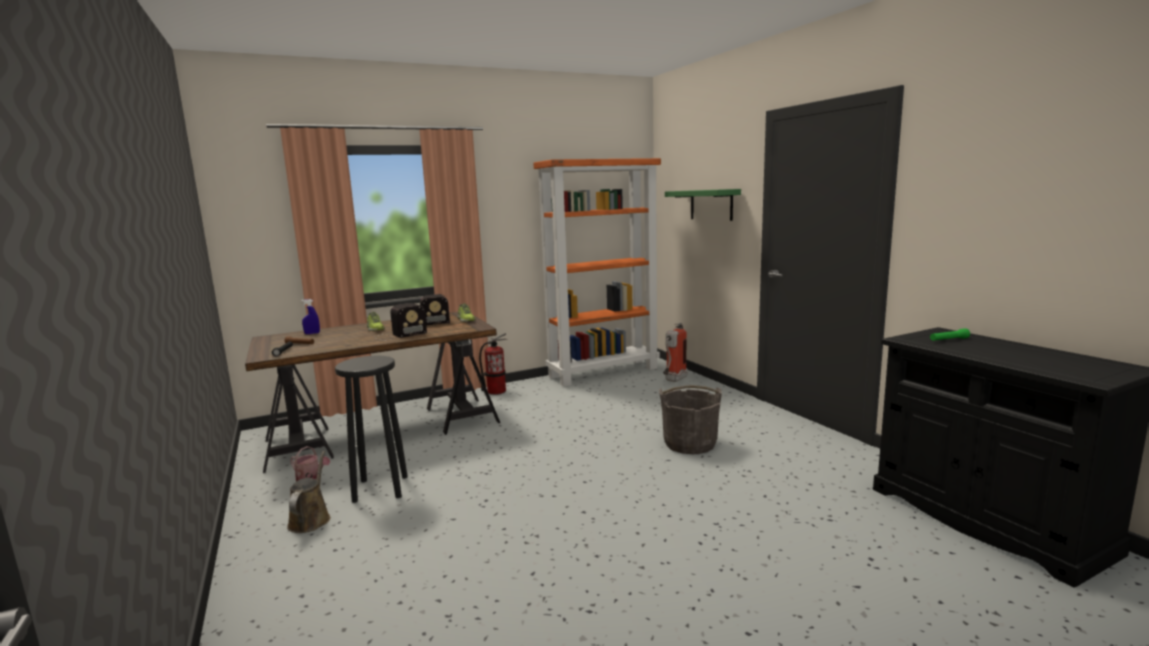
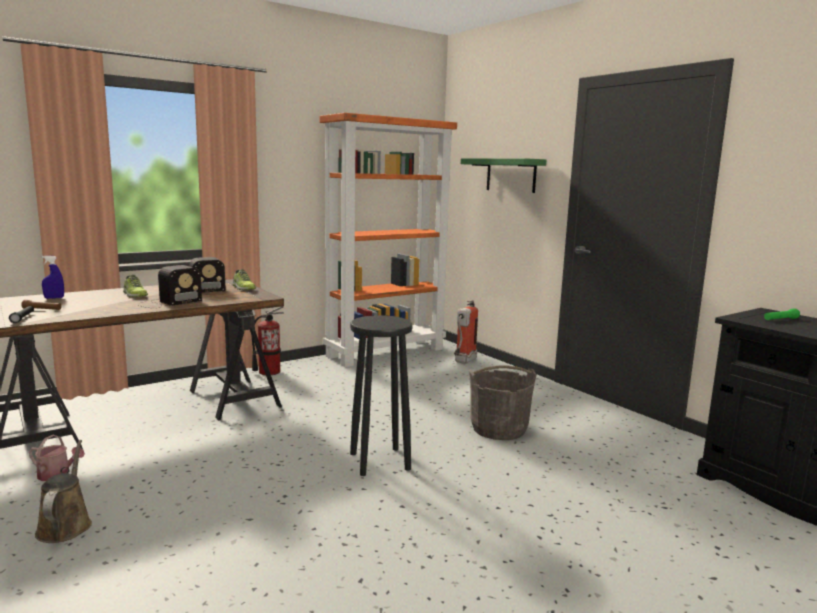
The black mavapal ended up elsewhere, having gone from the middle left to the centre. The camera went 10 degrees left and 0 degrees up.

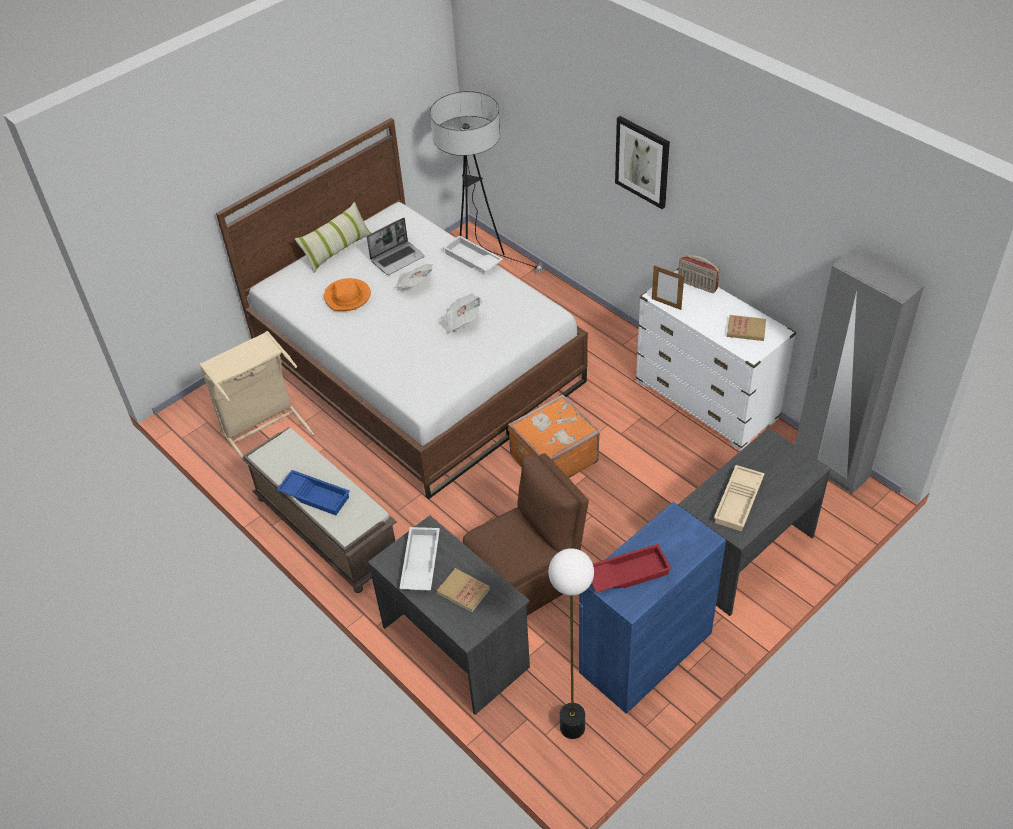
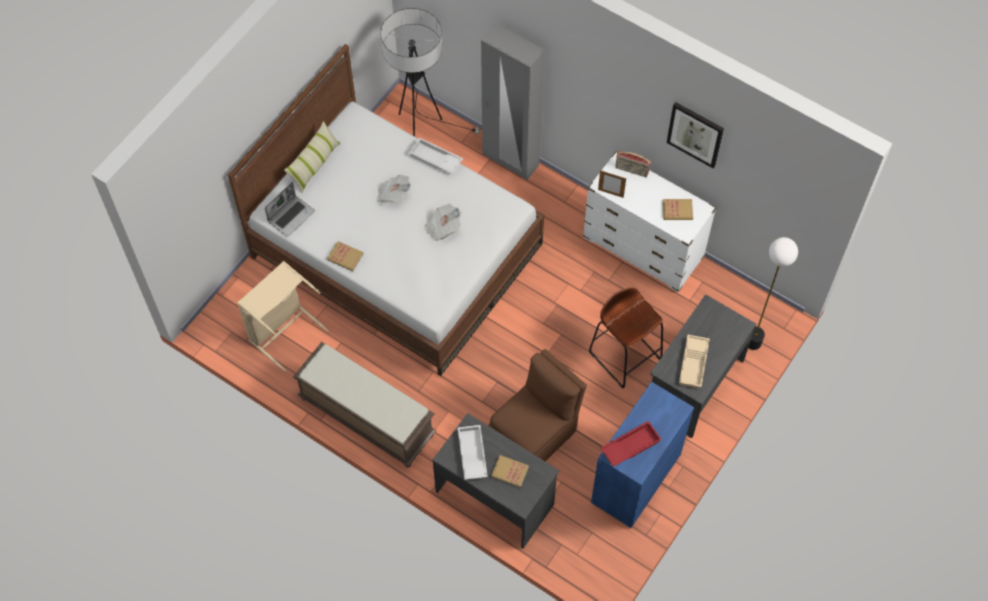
The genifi ended up elsewhere, having gone from the top centre to the middle left. The second view gained the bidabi (1st from left) at the centre. The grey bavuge ended up elsewhere, having gone from the middle right to the top centre. The second view gained the brown mavapal at the centre. The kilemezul ended up elsewhere, having gone from the top centre to the top right. The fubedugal (2nd from left) ended up elsewhere, having gone from the bottom centre to the middle right. The second view lost the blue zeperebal at the middle left. The second view lost the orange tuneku at the centre. The second view lost the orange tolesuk at the centre. The camera went 15 degrees left and 15 degrees up.

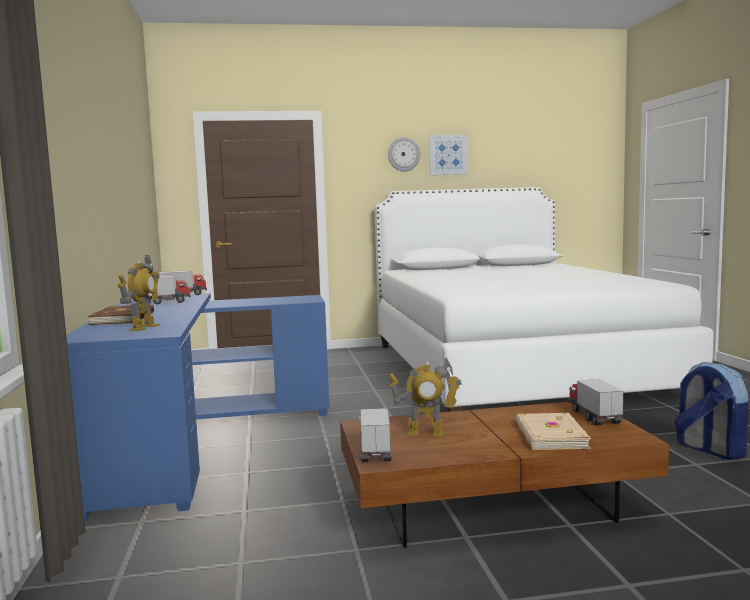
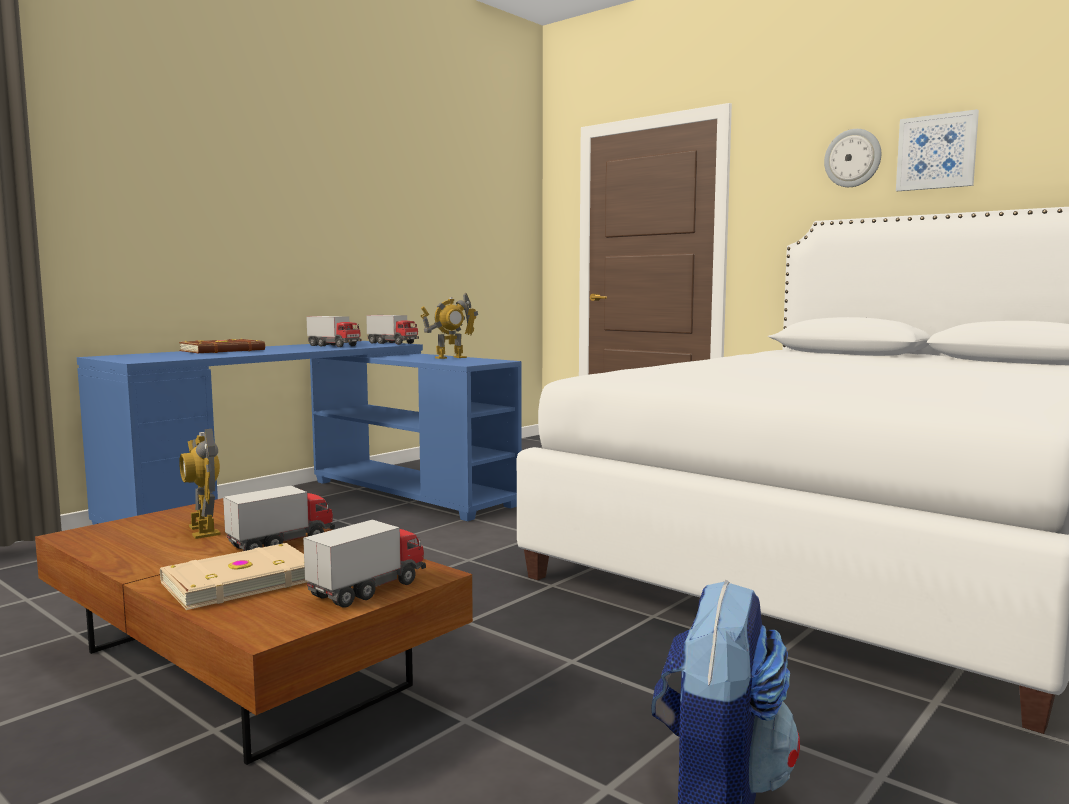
The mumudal (3rd from left in the first image) ended up elsewhere, having gone from the bottom centre to the middle left. The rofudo (1st from left in the first image) ended up elsewhere, having gone from the middle left to the centre. The camera went 50 degrees right and 0 degrees up.

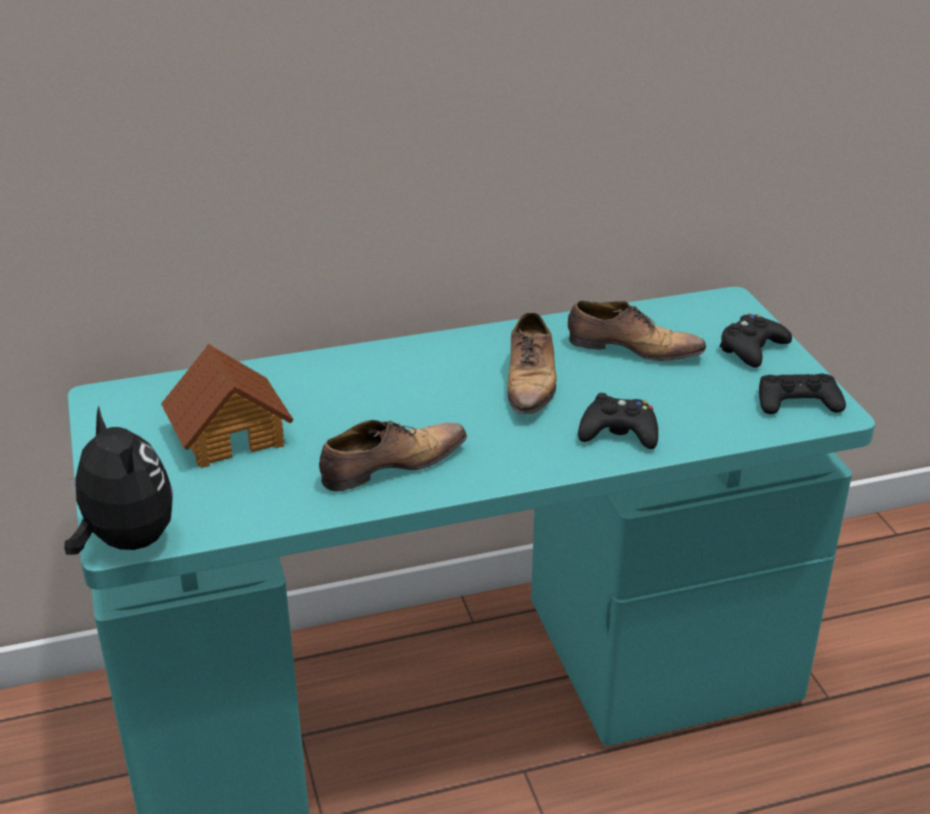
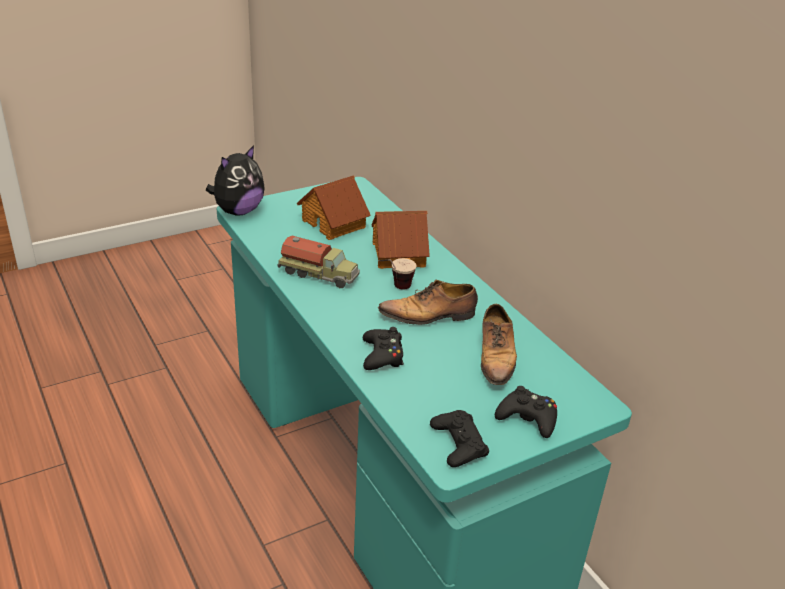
Where the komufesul (1st from left) stood at the centre, the mumudal came to stand at the centre. The second view gained the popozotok (2nd from left) at the centre. The second view gained the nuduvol at the centre. The camera went 75 degrees right and 0 degrees up.

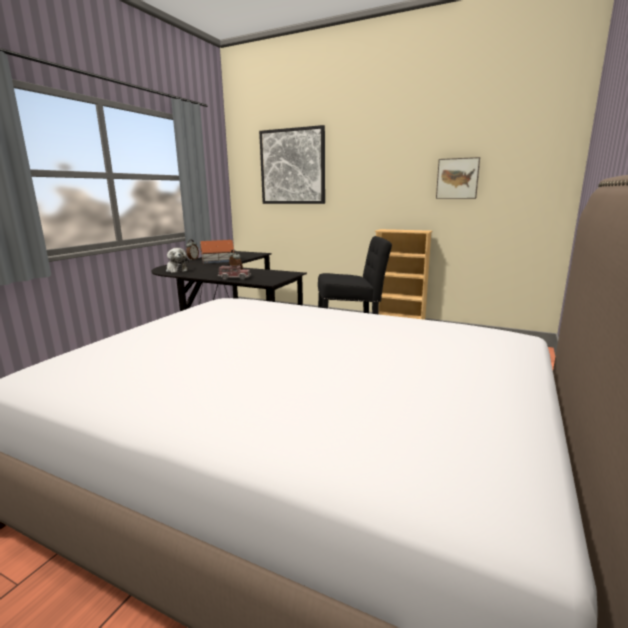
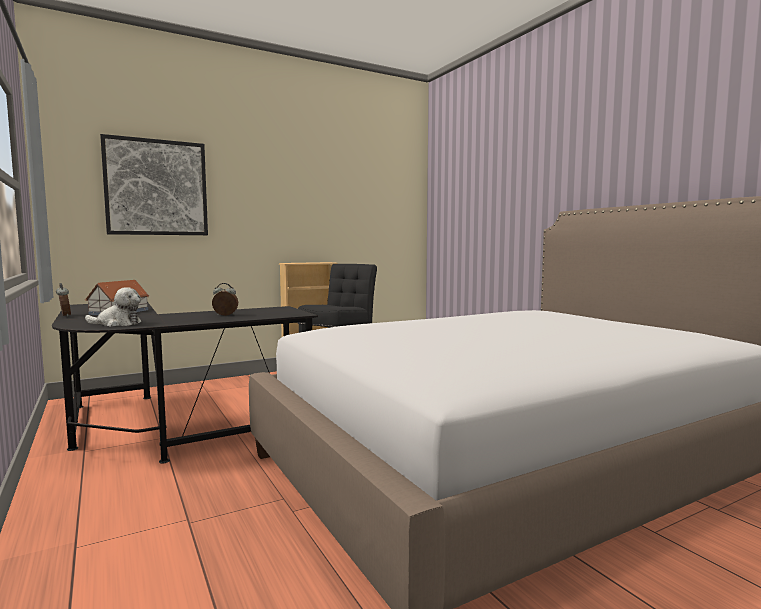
The second view lost the mumudal at the centre. The second view lost the kilemezul (2nd from left) at the top right. The camera went 55 degrees left and 10 degrees down.

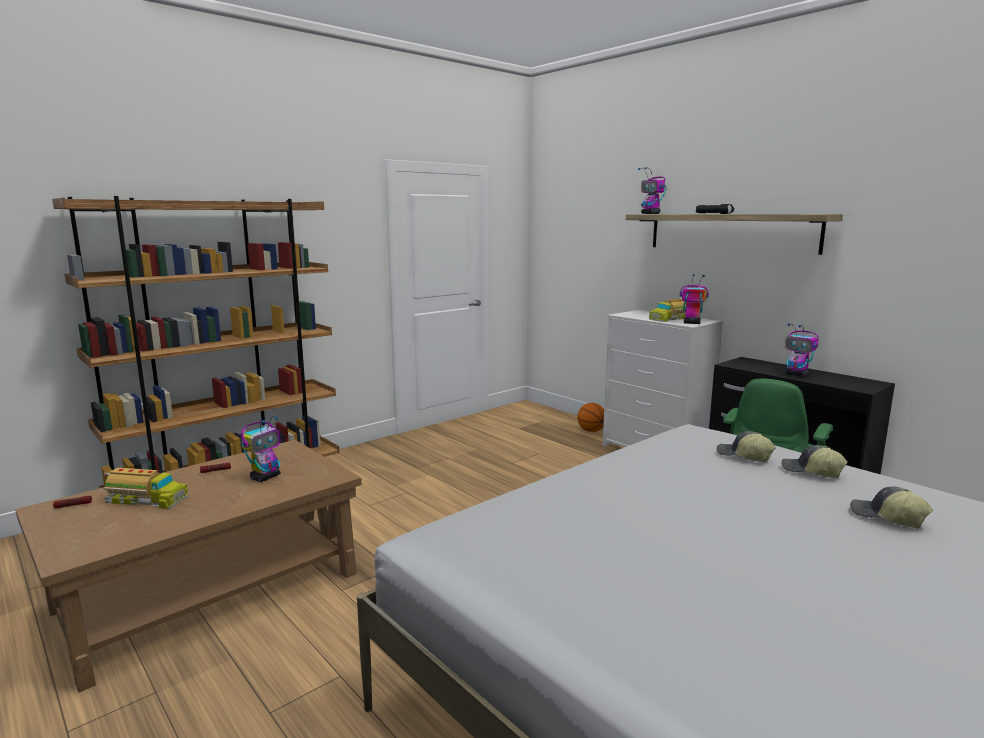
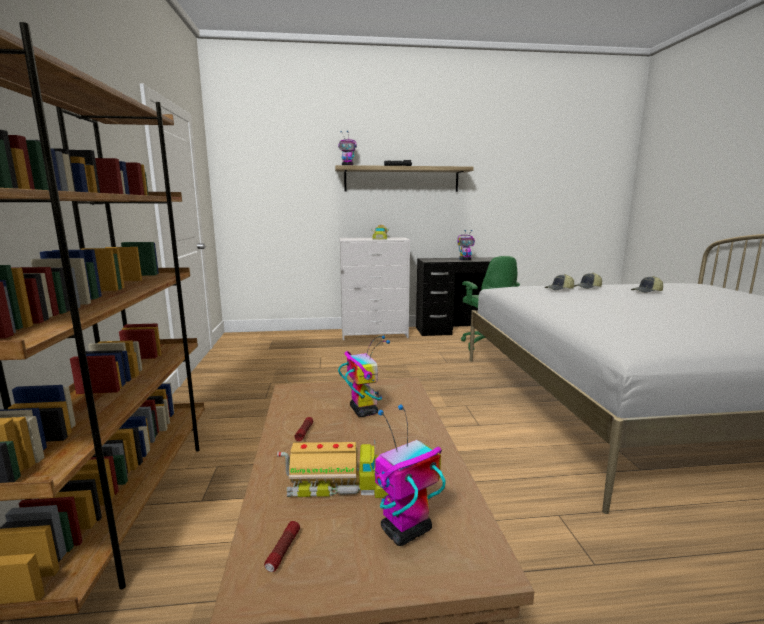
The mumudal (1st from left) at the middle left ended up facing another way, 45 degrees clockwise from before. The rofudo (3rd from left) ended up elsewhere, having gone from the middle right to the bottom centre. The second view lost the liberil at the centre. The camera went 55 degrees left and 0 degrees up.

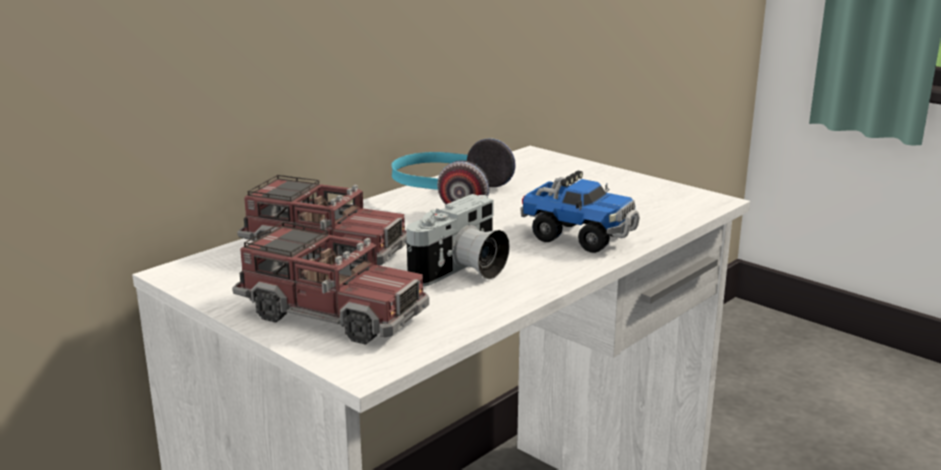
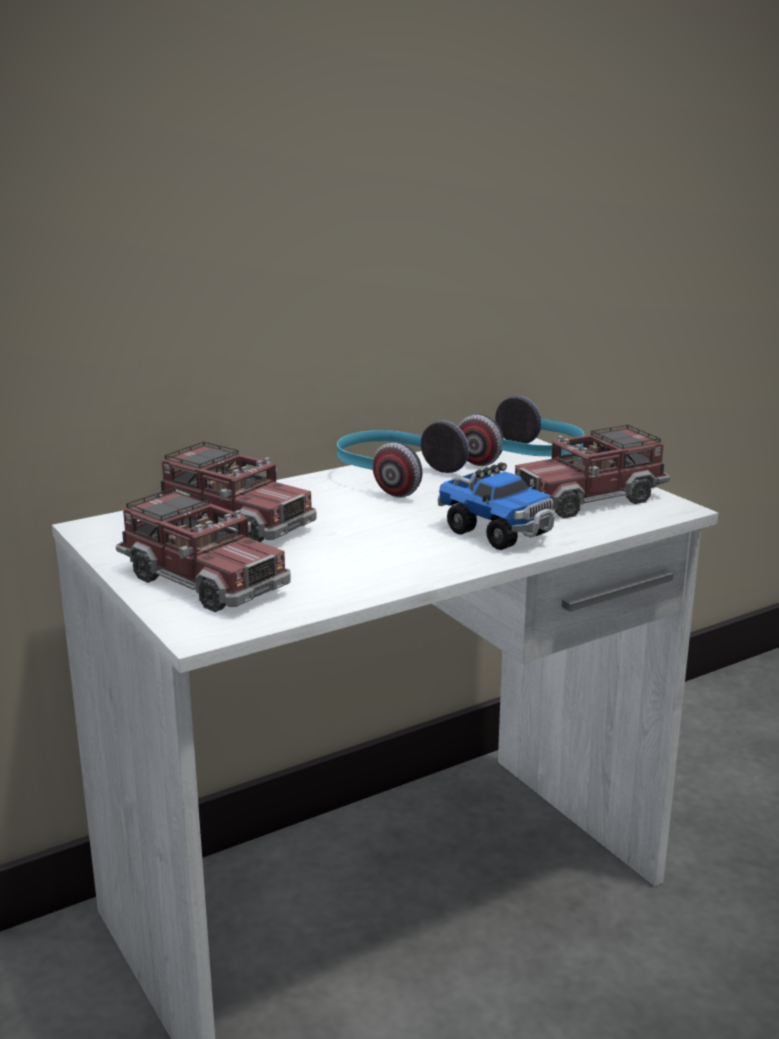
The second view gained the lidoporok (2nd from left) at the middle right. The second view gained the mumudal (4th from left) at the middle right. The second view lost the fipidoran at the centre. The camera went 15 degrees right and 0 degrees up.

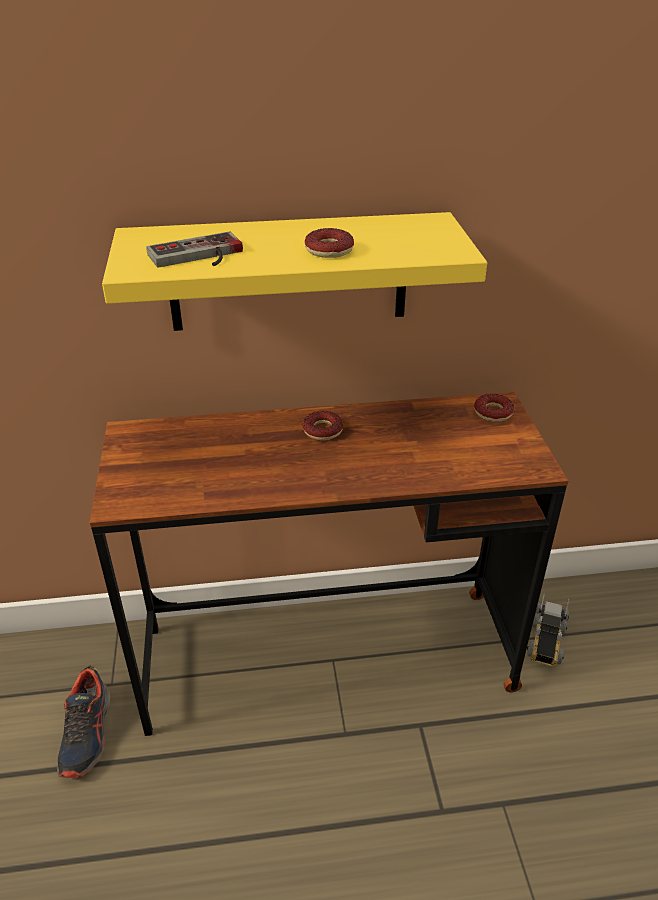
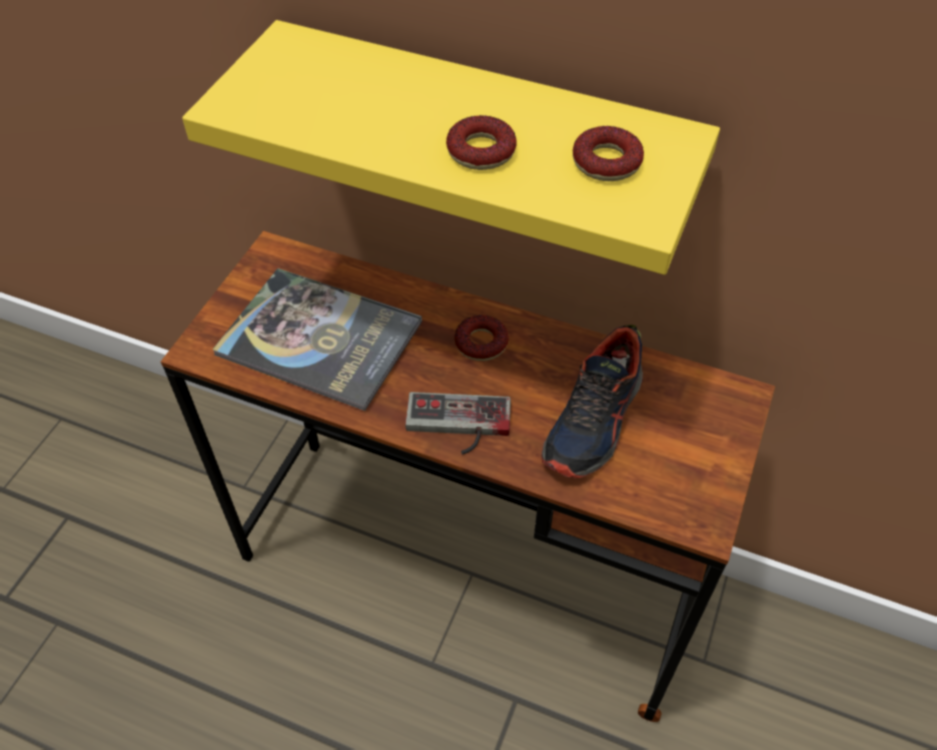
The second view gained the bidabi at the centre. The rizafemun ended up elsewhere, having gone from the top left to the centre. The komufesul ended up elsewhere, having gone from the bottom left to the centre. The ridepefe (3rd from left) ended up elsewhere, having gone from the middle right to the top centre. The second view lost the mumudal at the bottom right. The camera went 30 degrees right and 15 degrees up.

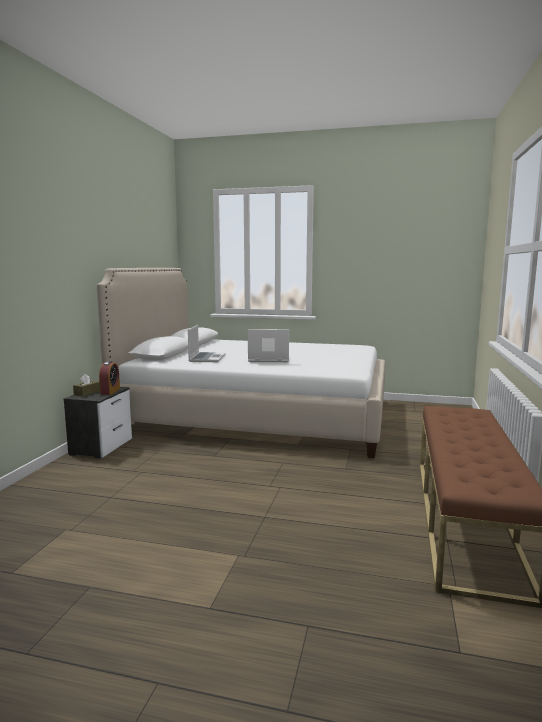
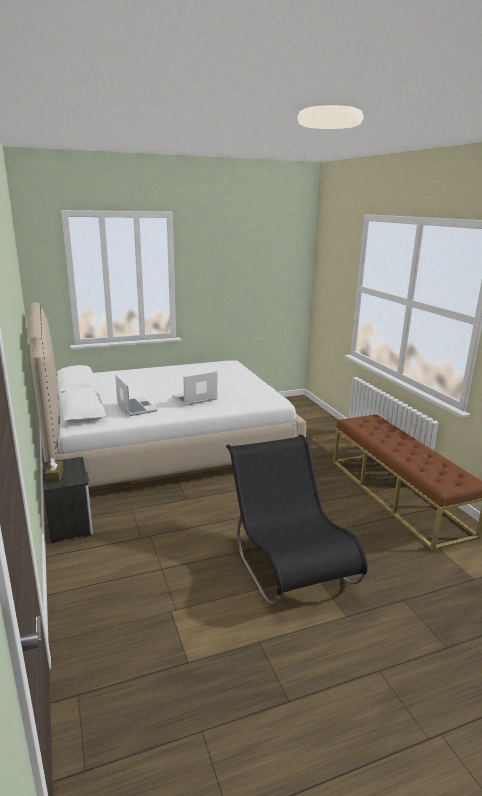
The second view gained the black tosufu at the centre. The second view lost the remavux at the middle left. The camera went 35 degrees left and 10 degrees up.

